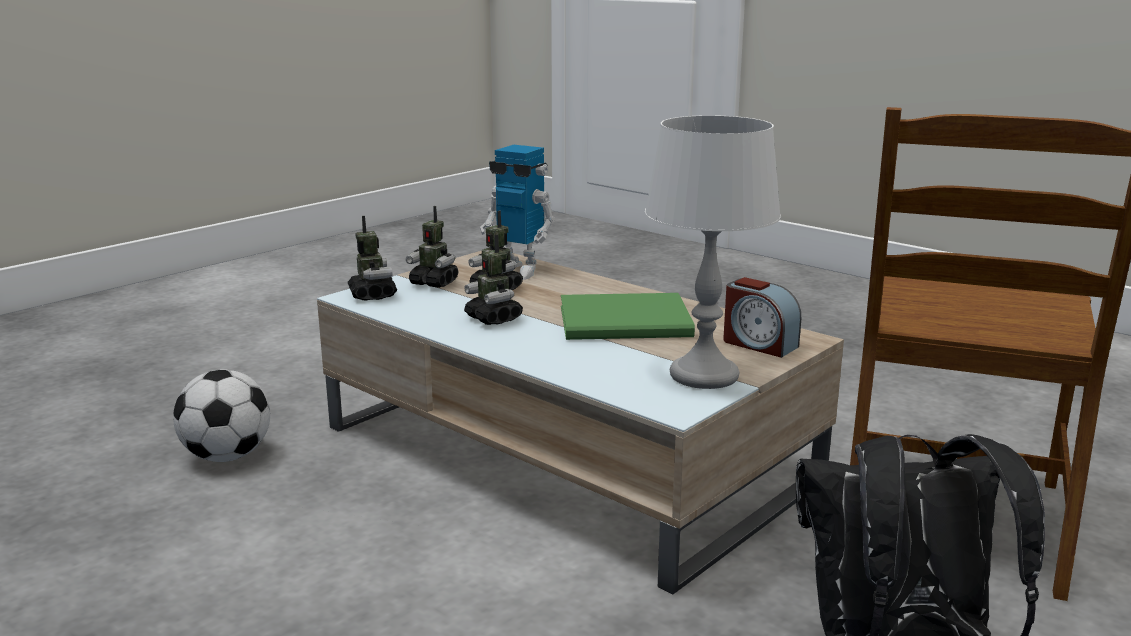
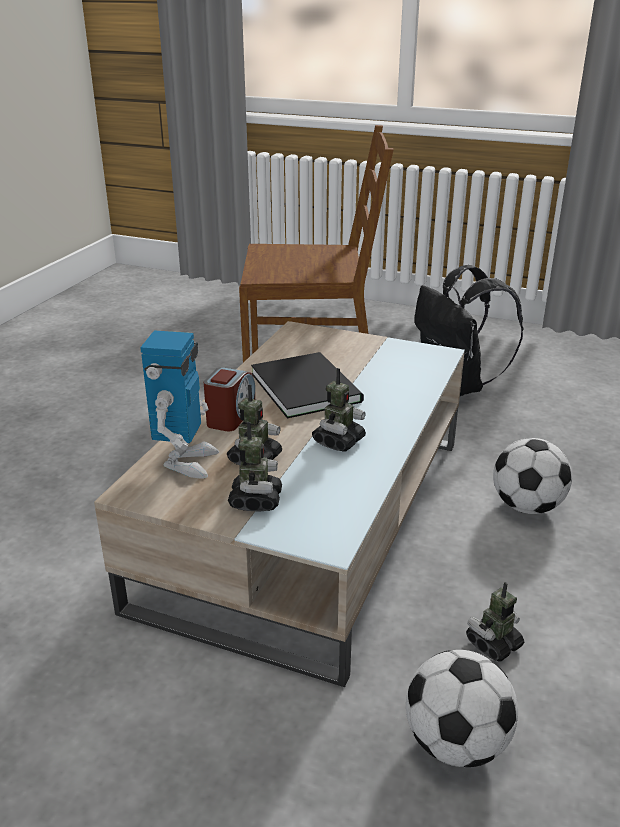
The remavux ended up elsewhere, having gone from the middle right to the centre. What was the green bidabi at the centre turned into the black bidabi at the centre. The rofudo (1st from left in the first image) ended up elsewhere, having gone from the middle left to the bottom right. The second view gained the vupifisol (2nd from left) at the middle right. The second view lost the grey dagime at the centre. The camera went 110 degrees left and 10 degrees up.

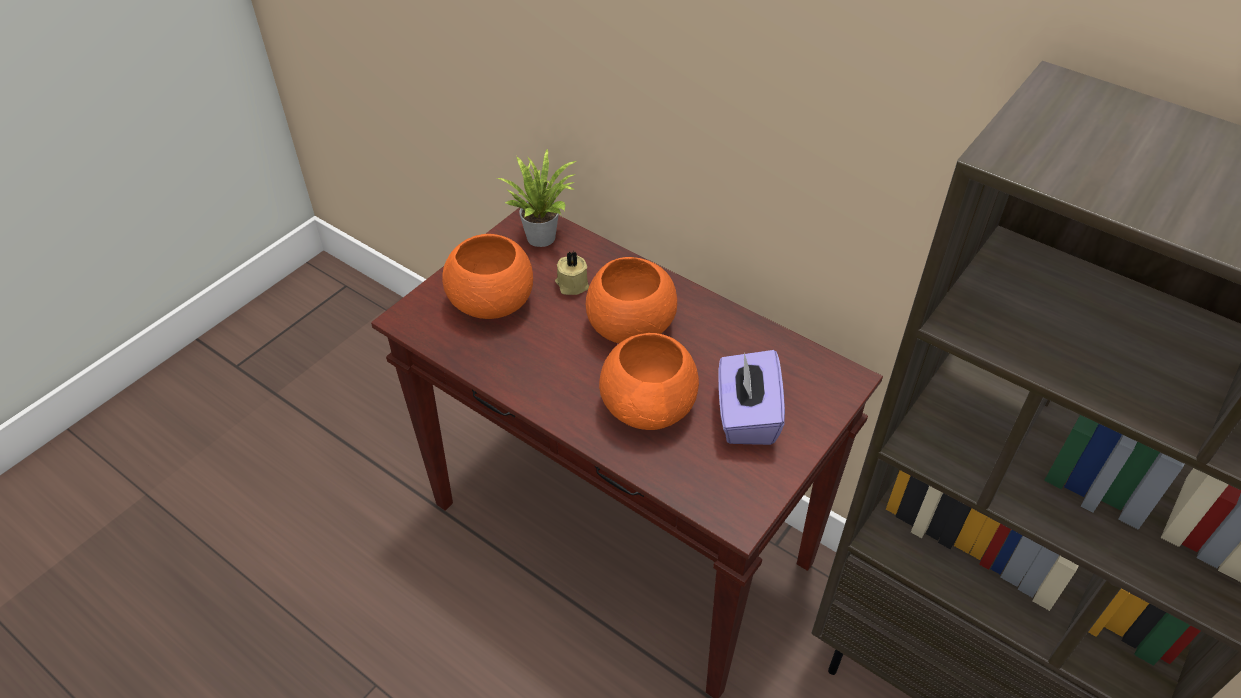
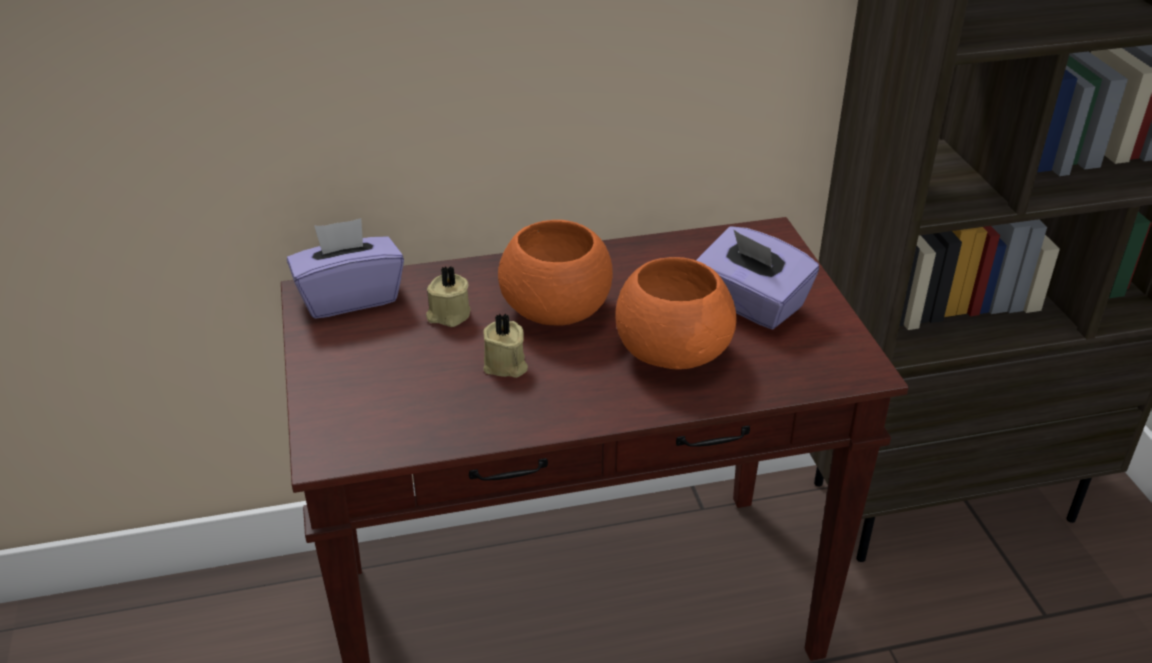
Where the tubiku stood at the top centre, the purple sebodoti (1st from left) came to stand at the middle left. The second view gained the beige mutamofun (2nd from left) at the centre. The second view lost the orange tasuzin (1st from left) at the centre. The camera went 50 degrees left and 10 degrees down.

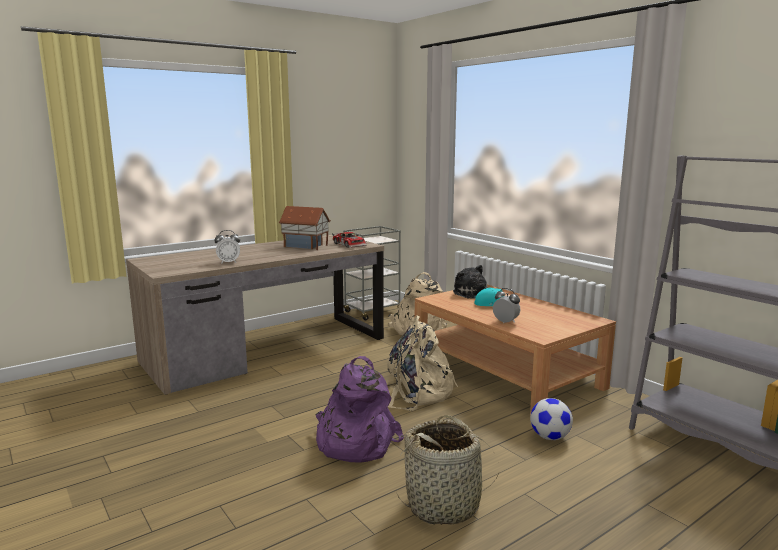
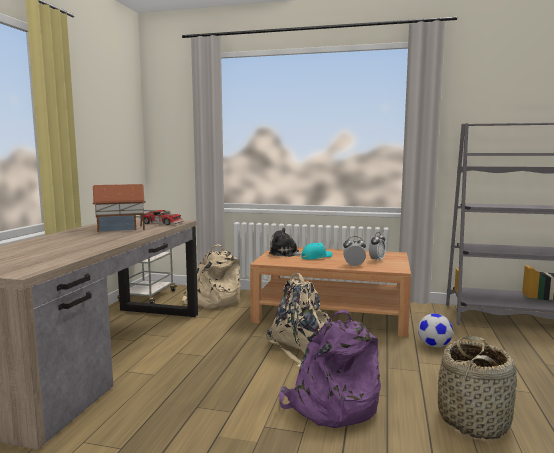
The remavux (1st from left in the first image) ended up elsewhere, having gone from the middle left to the middle right. The camera went 40 degrees left and 5 degrees down.

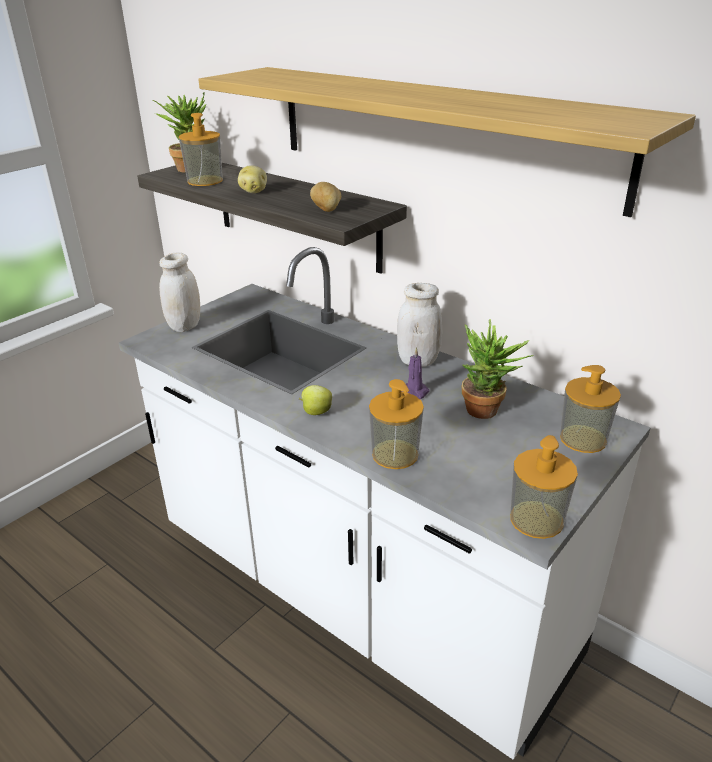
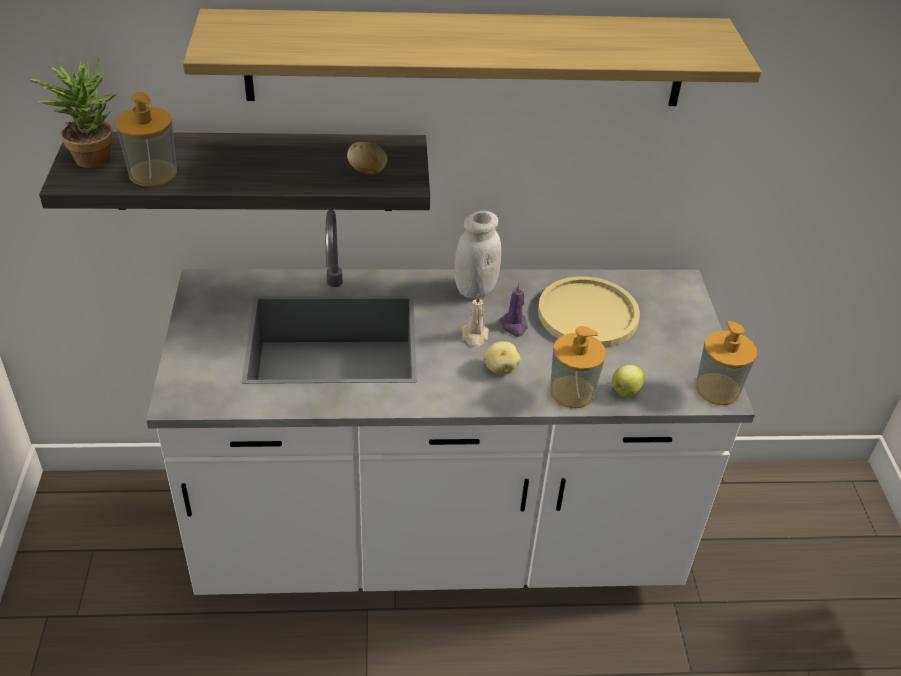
The second view gained the beige mutamofun at the centre. The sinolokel (1st from left in the first image) ended up elsewhere, having gone from the top centre to the centre. Where the tubiku (2nd from left) stood at the middle right, the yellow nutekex came to stand at the centre. The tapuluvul ended up elsewhere, having gone from the centre to the middle right. The second view lost the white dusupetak (1st from left) at the middle left. The second view lost the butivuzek (4th from left) at the middle right. The camera went 45 degrees left and 10 degrees up.

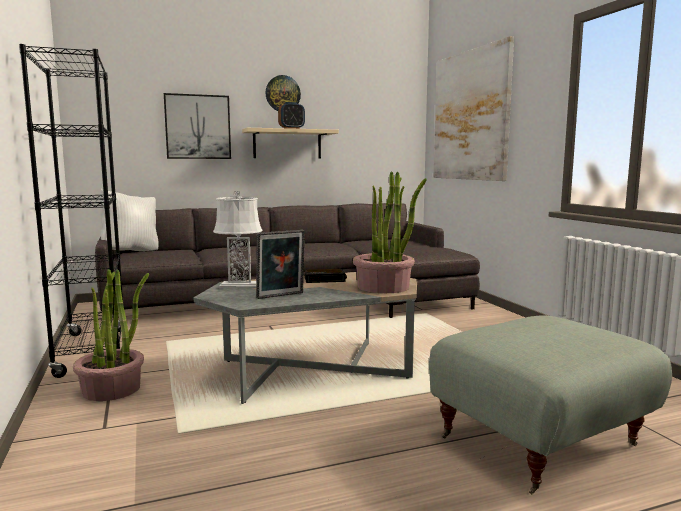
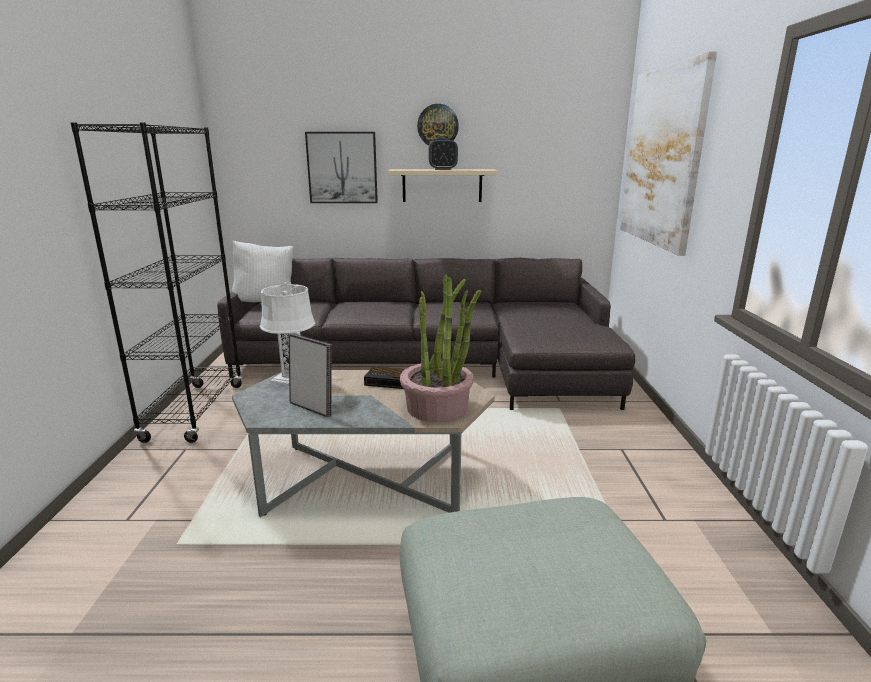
The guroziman at the centre ended up facing another way, 135 degrees counterclockwise from before. The second view lost the tubiku (1st from left) at the middle left. The camera went 20 degrees right and 10 degrees up.

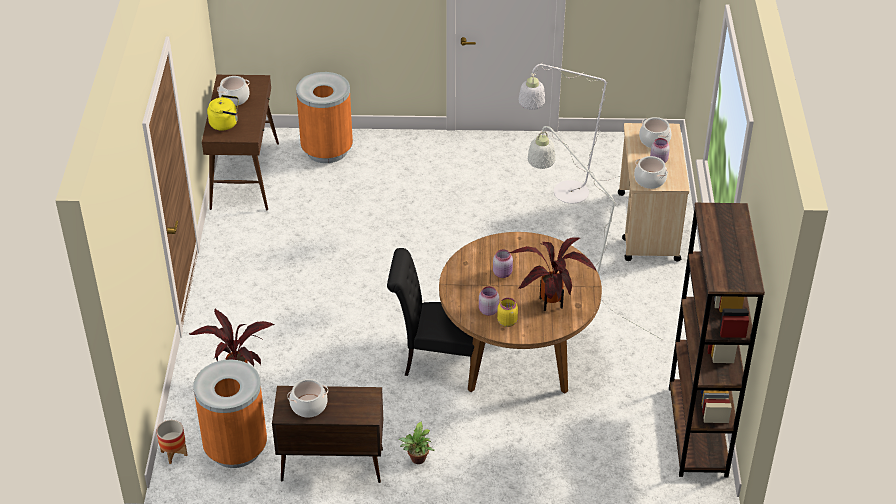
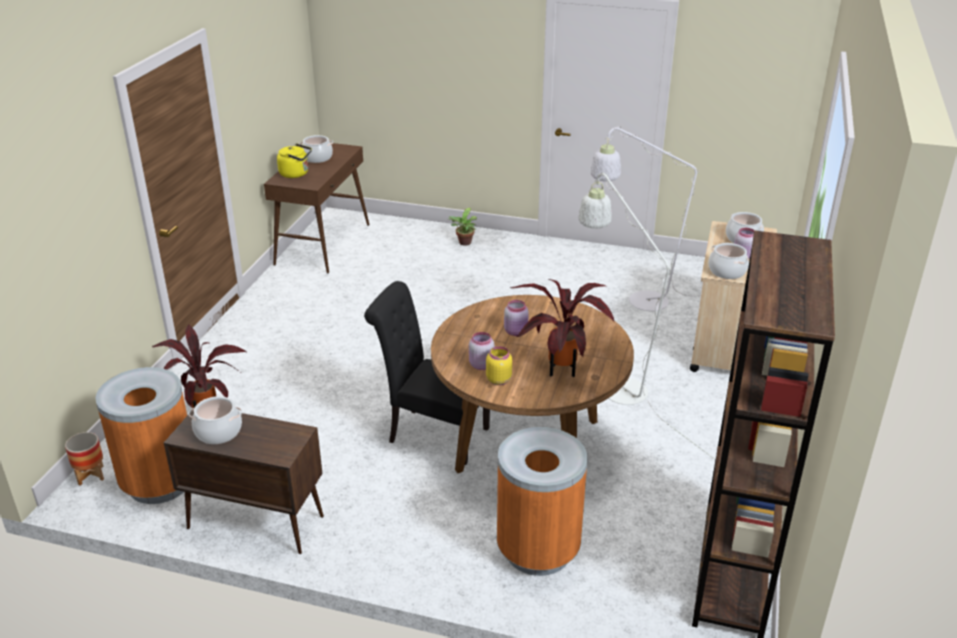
The tubiku (2nd from left) ended up elsewhere, having gone from the bottom centre to the centre. The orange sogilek (2nd from left) ended up elsewhere, having gone from the top centre to the bottom centre. The camera went 15 degrees right and 10 degrees down.

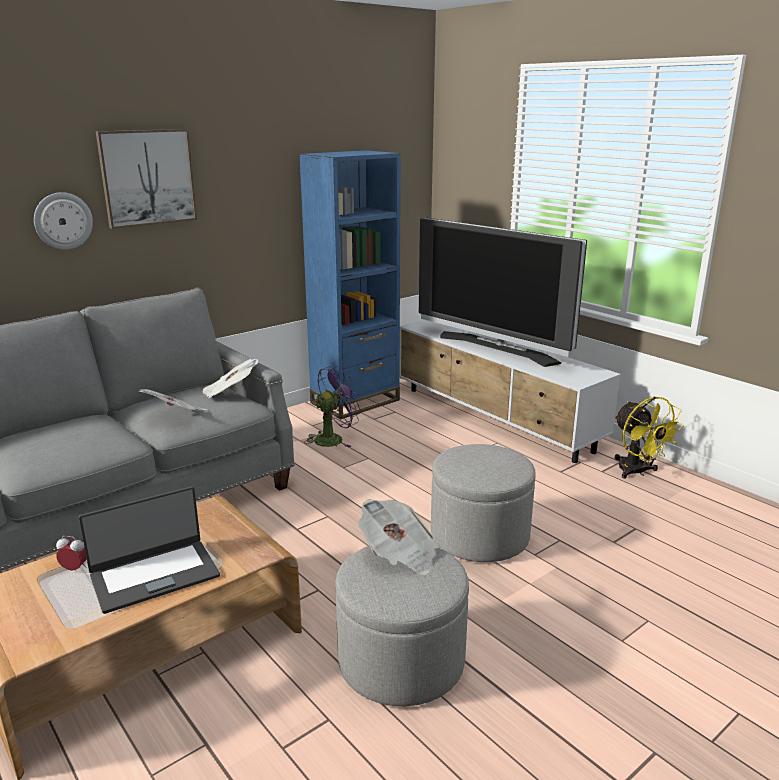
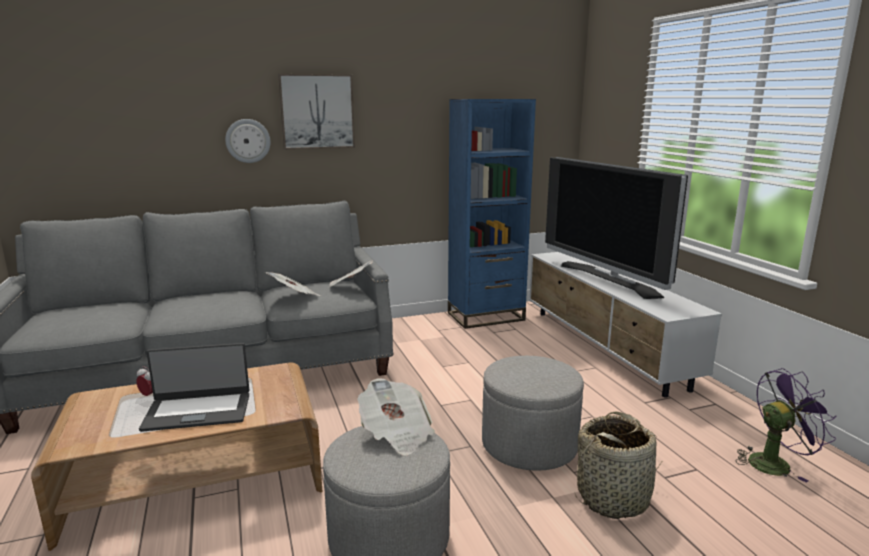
The second view gained the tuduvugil at the bottom right. The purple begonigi ended up elsewhere, having gone from the centre to the bottom right. The second view lost the yellow begonigi at the middle right. The camera went 20 degrees right and 5 degrees down.

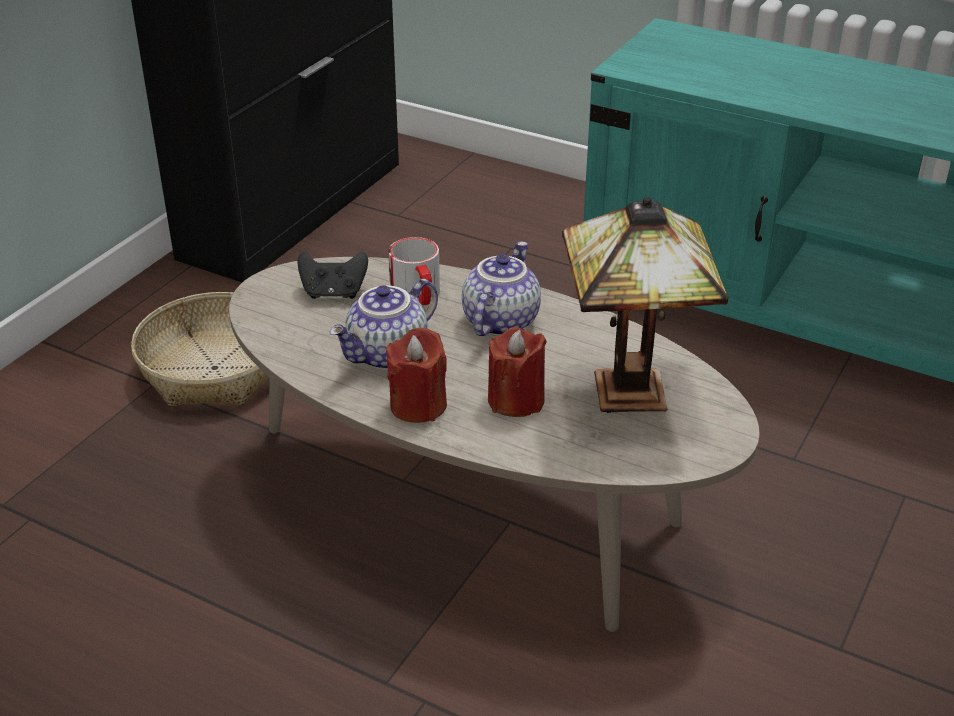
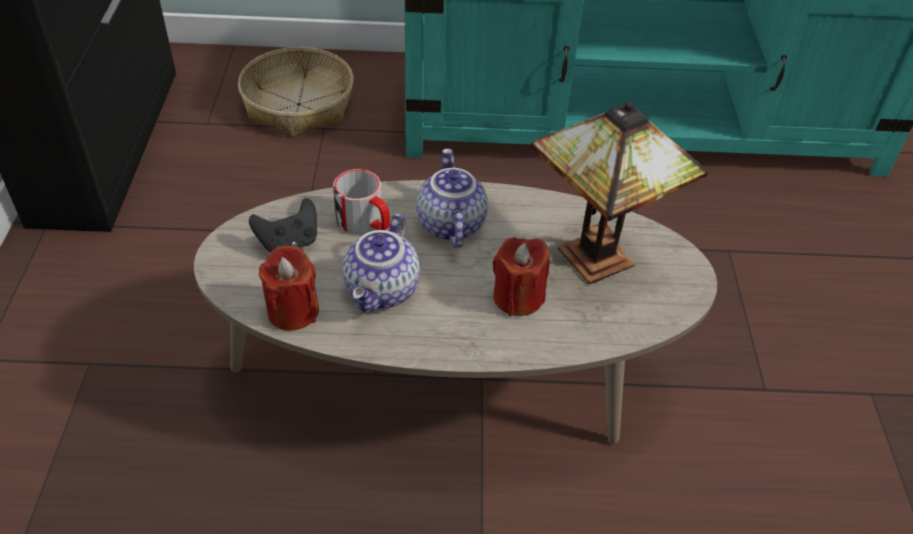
The tuduvugil ended up elsewhere, having gone from the middle left to the top left. The red mutamofun (1st from left) ended up elsewhere, having gone from the centre to the middle left. The camera went 30 degrees left and 10 degrees up.

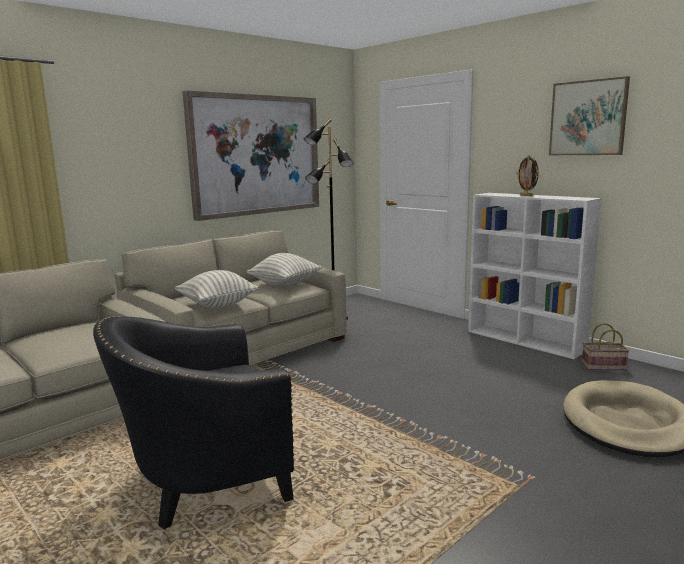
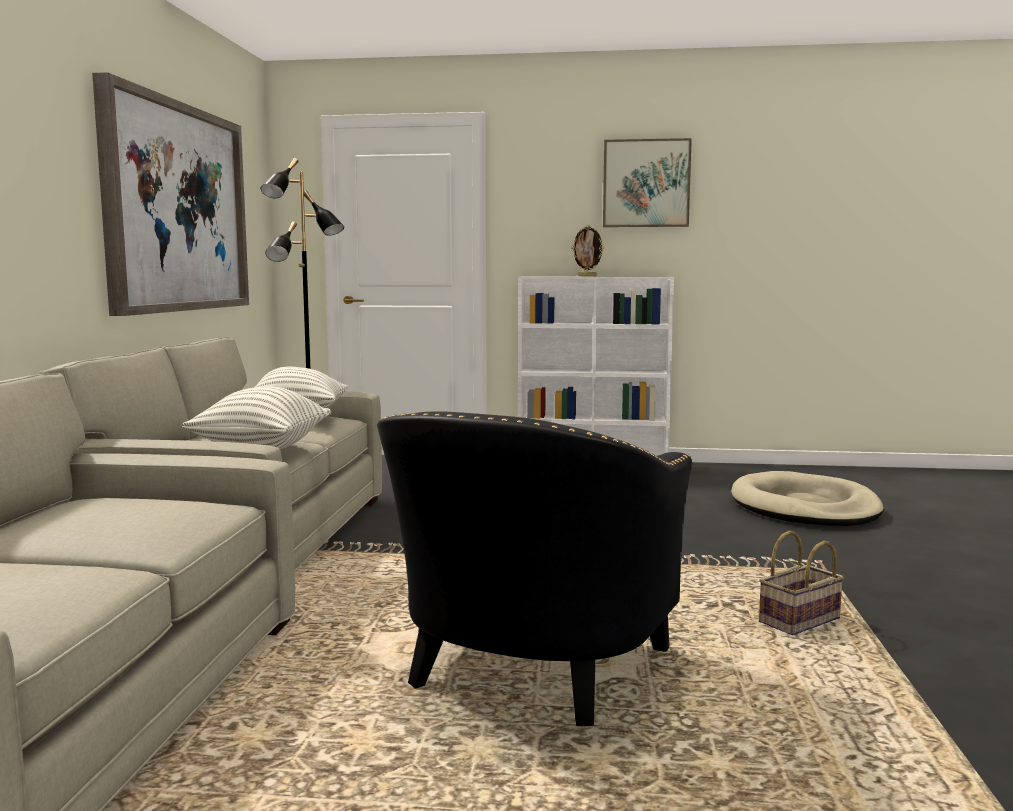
The tuduvugil ended up elsewhere, having gone from the middle right to the bottom right. The camera went 40 degrees left and 5 degrees down.

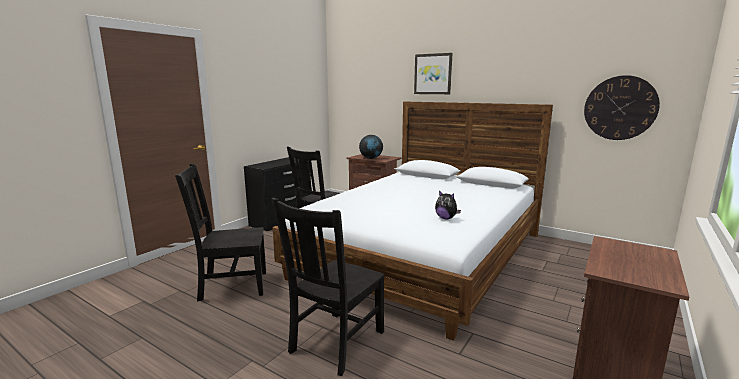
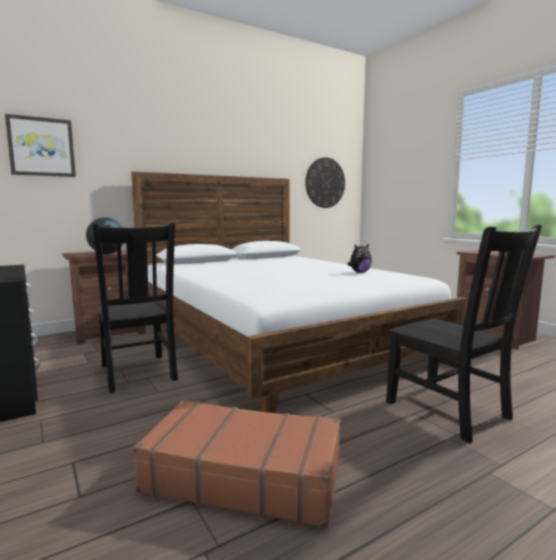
The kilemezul ended up elsewhere, having gone from the top centre to the top left. Where the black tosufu (1st from left) stood at the middle left, the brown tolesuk came to stand at the bottom centre. The camera went 65 degrees left and 5 degrees down.

